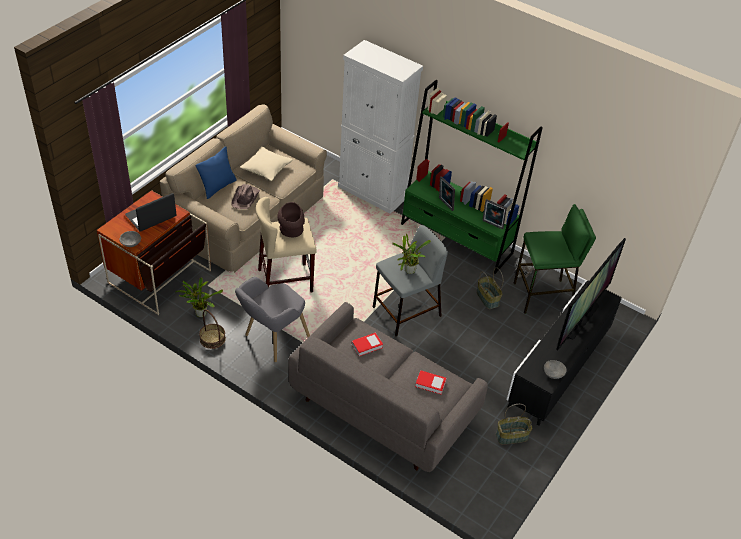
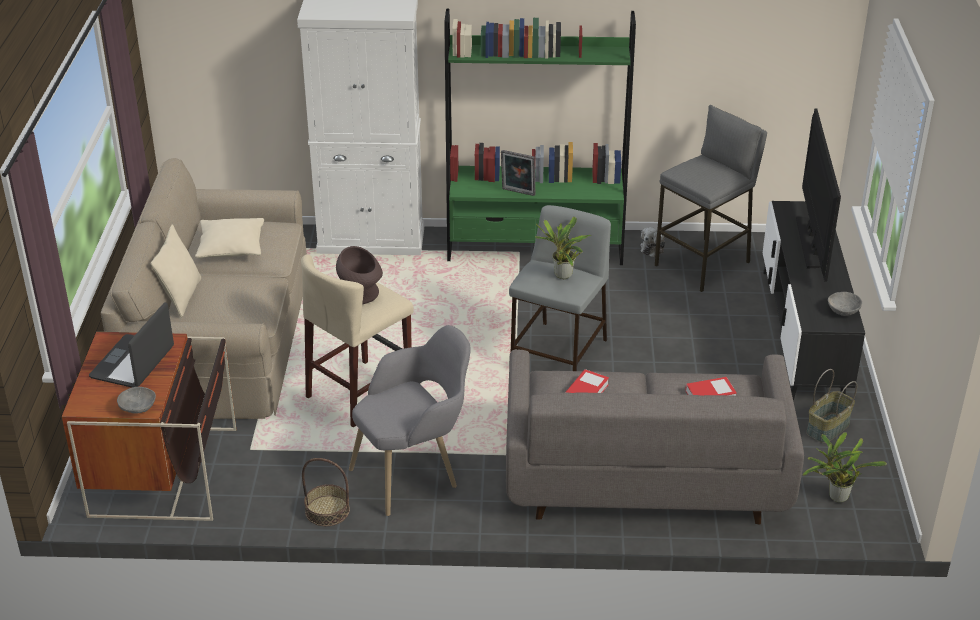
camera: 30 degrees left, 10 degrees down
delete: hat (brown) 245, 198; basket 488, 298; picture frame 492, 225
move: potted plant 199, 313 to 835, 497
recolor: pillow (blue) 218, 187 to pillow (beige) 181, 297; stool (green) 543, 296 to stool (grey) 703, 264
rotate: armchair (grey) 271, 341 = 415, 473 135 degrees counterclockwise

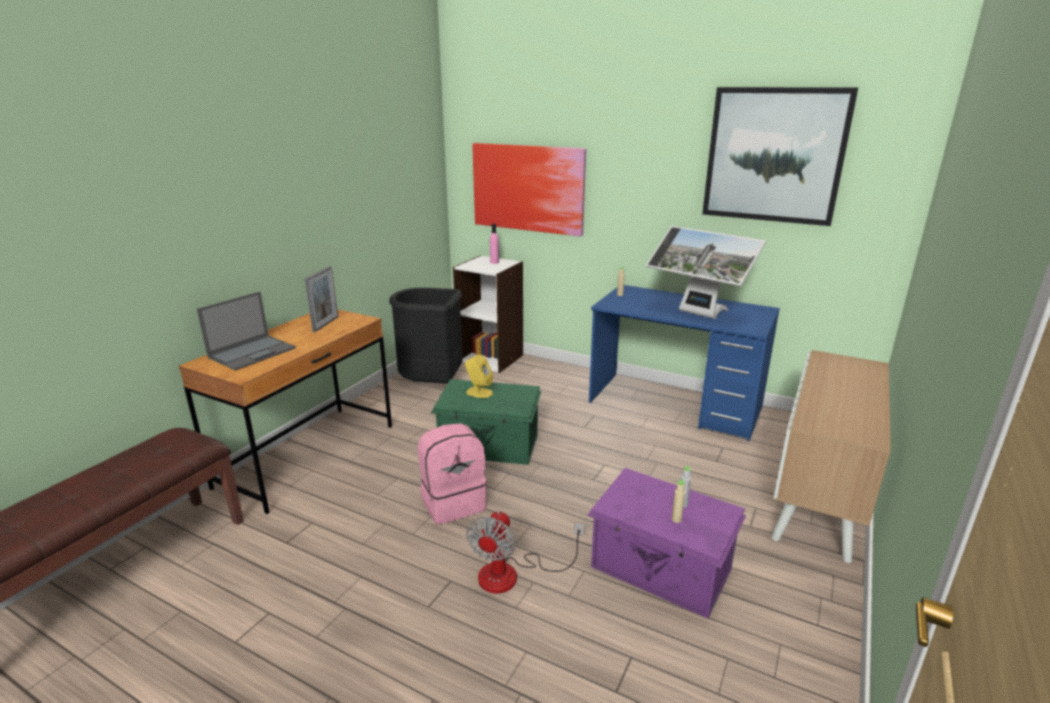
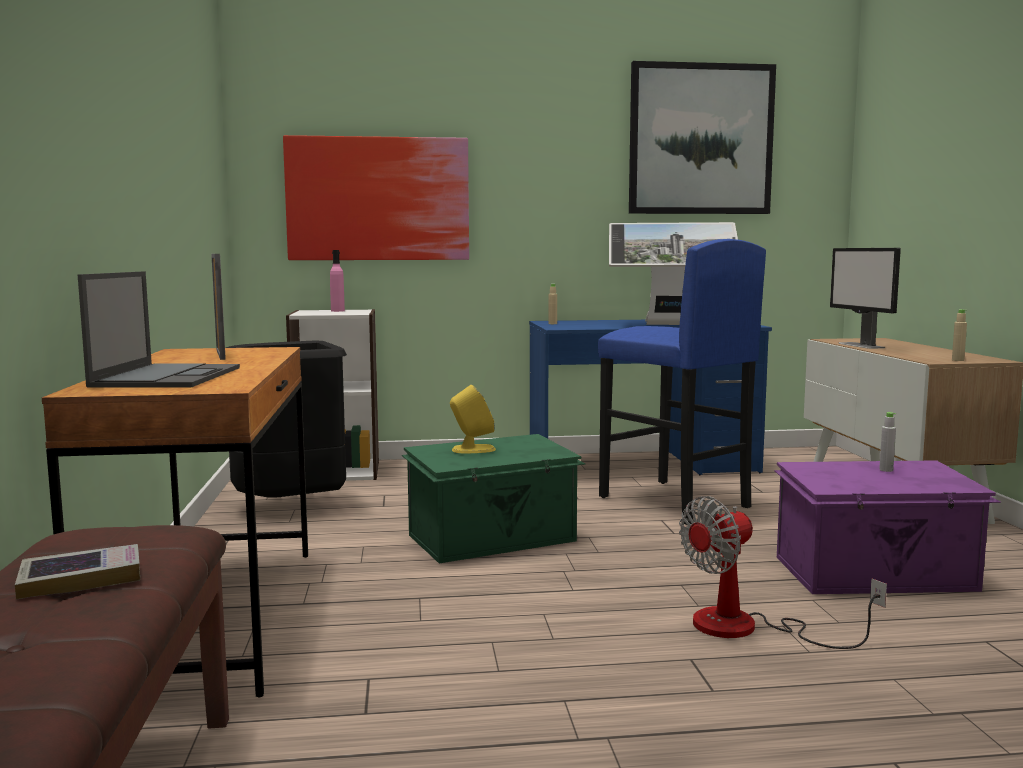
camera: 35 degrees left, 15 degrees down
delete: backpack (pink) 453, 502
insert: book 81, 579; stool (blue) 673, 502; monitor 861, 345
move: bottle (beige) 676, 519 to 957, 360
rotate: fan 512, 574 = 748, 628 75 degrees clockwise

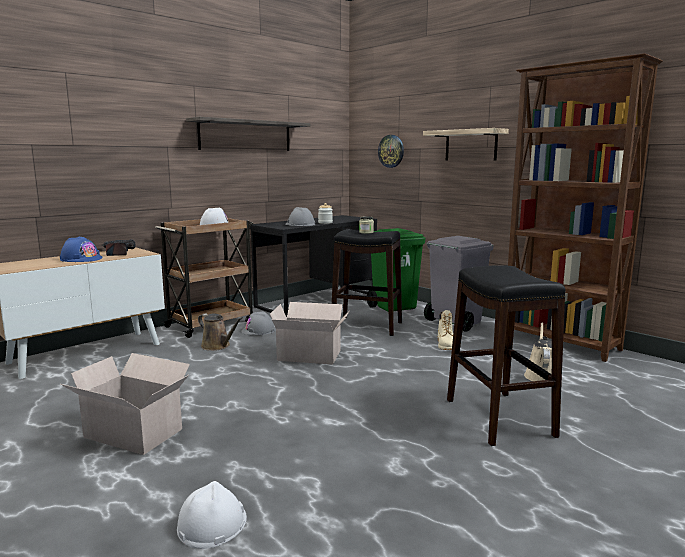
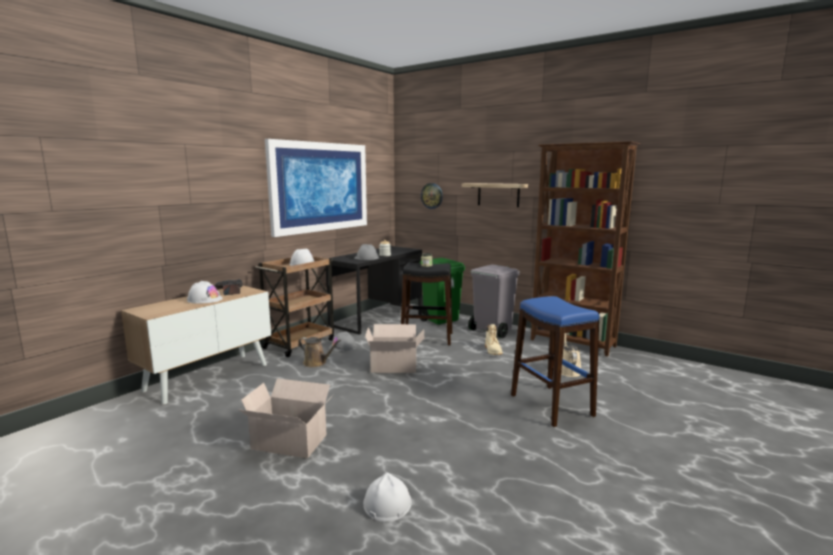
camera: 10 degrees left, 0 degrees up
replace: shelf 246, 136 to picture 320, 187
recolor: hard hat (blue) 81, 259 to hard hat (white) 205, 299; stool (black) 499, 417 to stool (blue) 551, 405

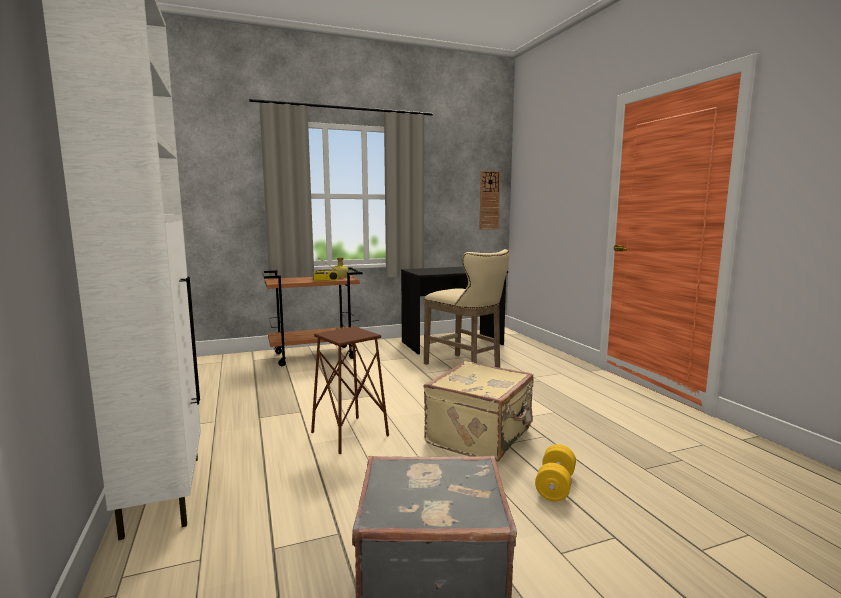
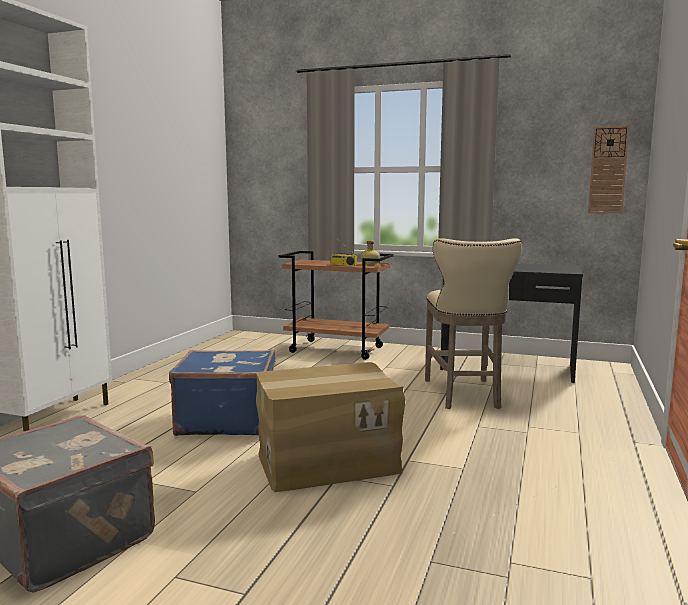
camera: 40 degrees right, 0 degrees up
delete: dumbbell (yellow) 555, 486
replace: stool (brown) 349, 434 to suitcase (blue) 227, 421; suitcase (beige) 481, 437 to cardboard box 327, 462

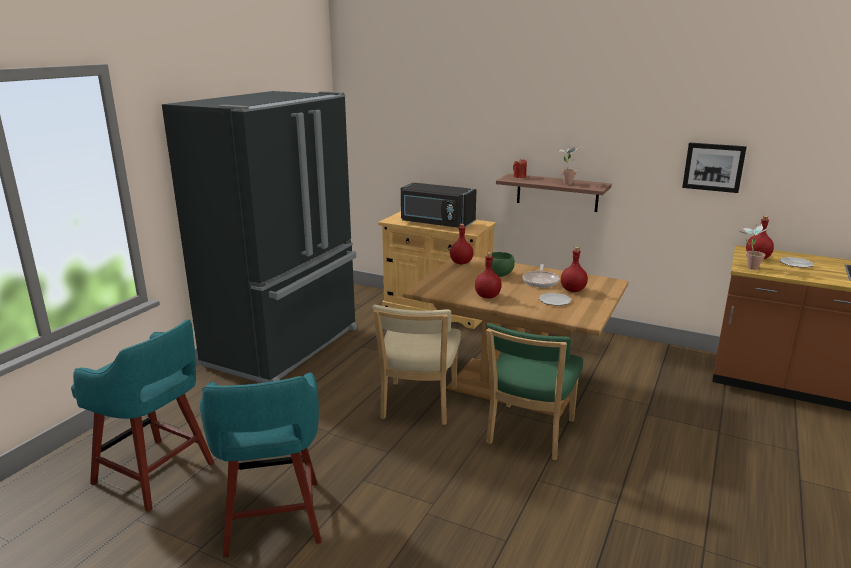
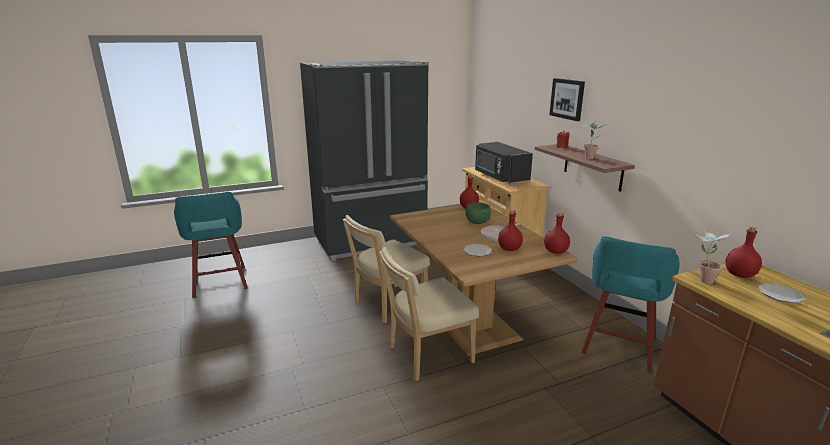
camera: 40 degrees right, 0 degrees up
move: bottle (red) 488, 296 to 556, 252; picture 713, 167 to 567, 99; stool (turquoise) 273, 520 to 618, 346
recolor: chair (green) 528, 434 to chair (beige) 426, 355

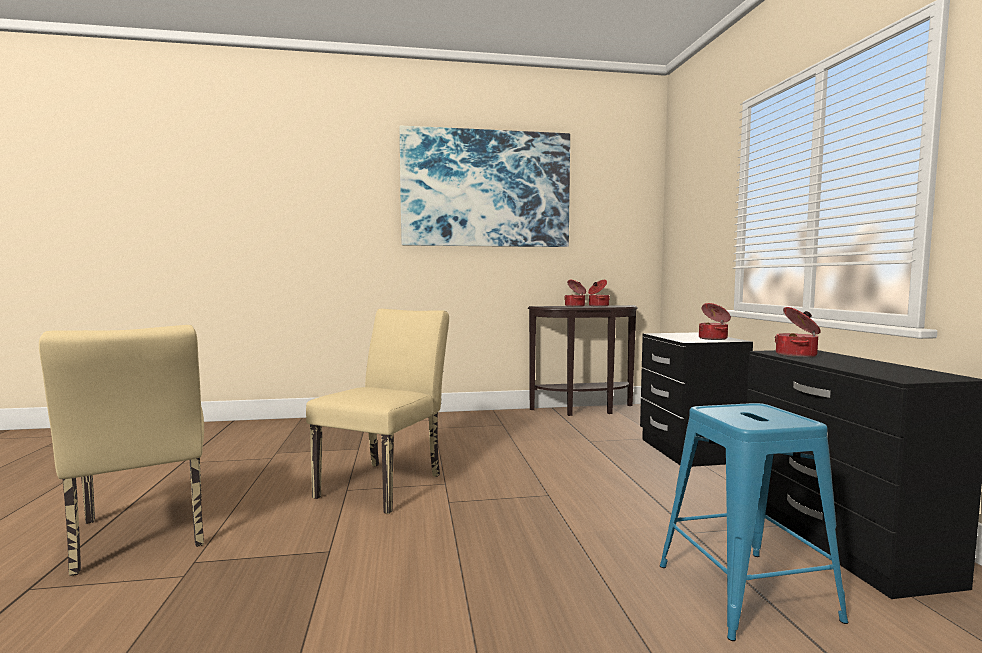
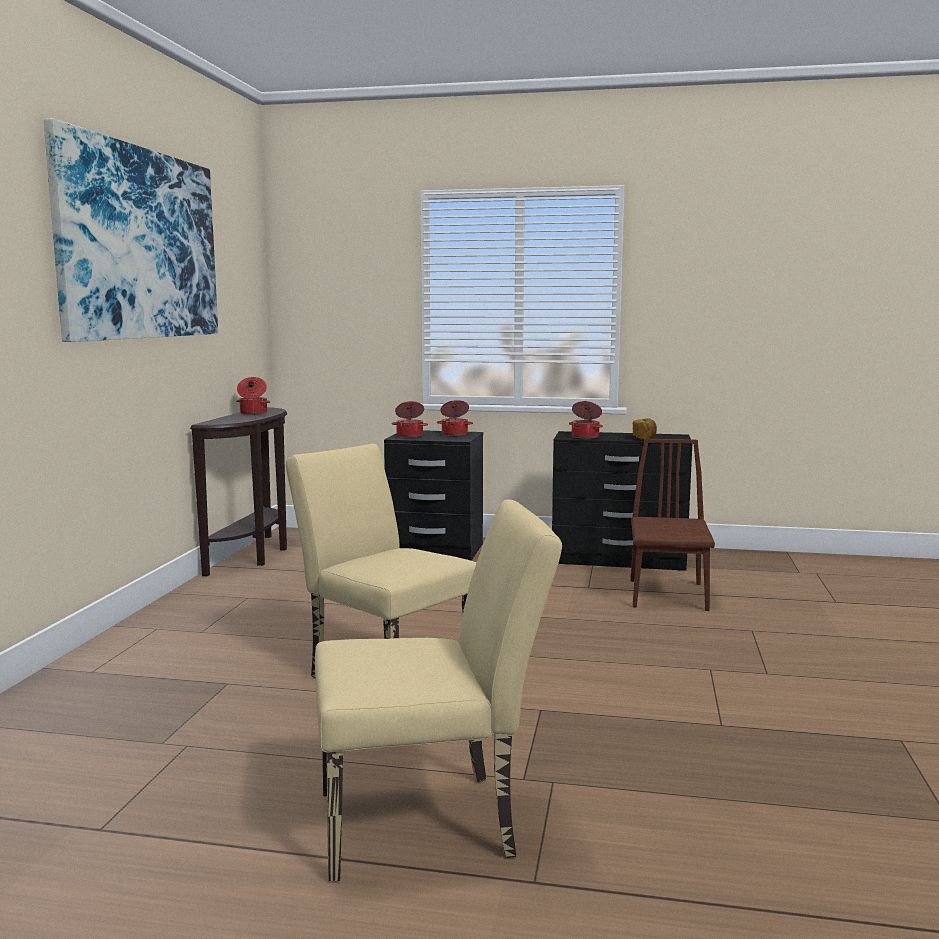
camera: 70 degrees left, 5 degrees up
insert: bread 644, 438
move: cooking pot 575, 306 to 410, 435
replace: stool (blue) 744, 592 to chair (brown) 667, 595

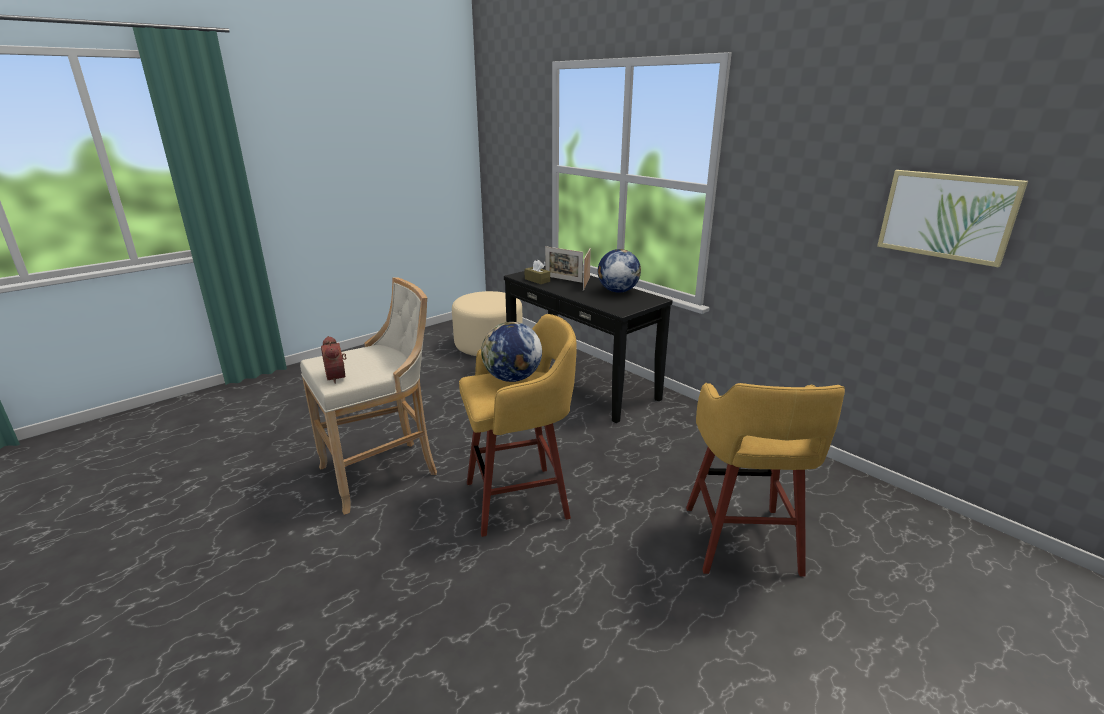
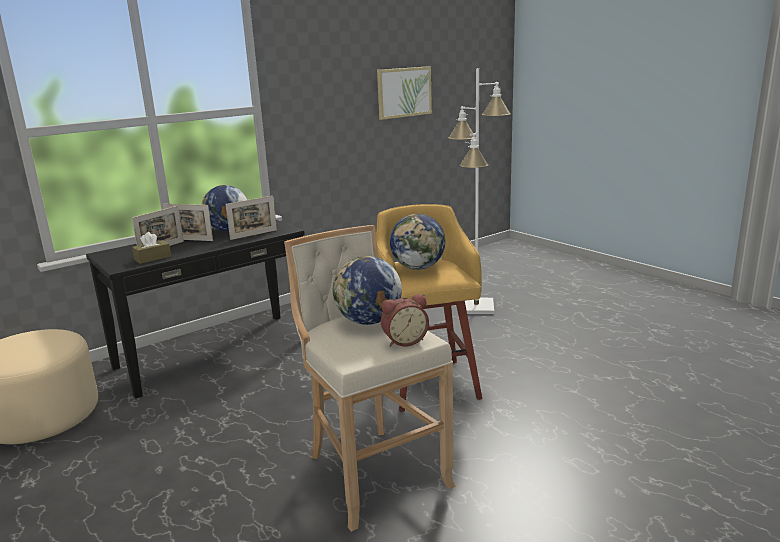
camera: 85 degrees left, 5 degrees down
insert: picture frame 254, 234; globe 368, 321
replace: stool (yellow) 741, 543 to floor lamp (white) 476, 307

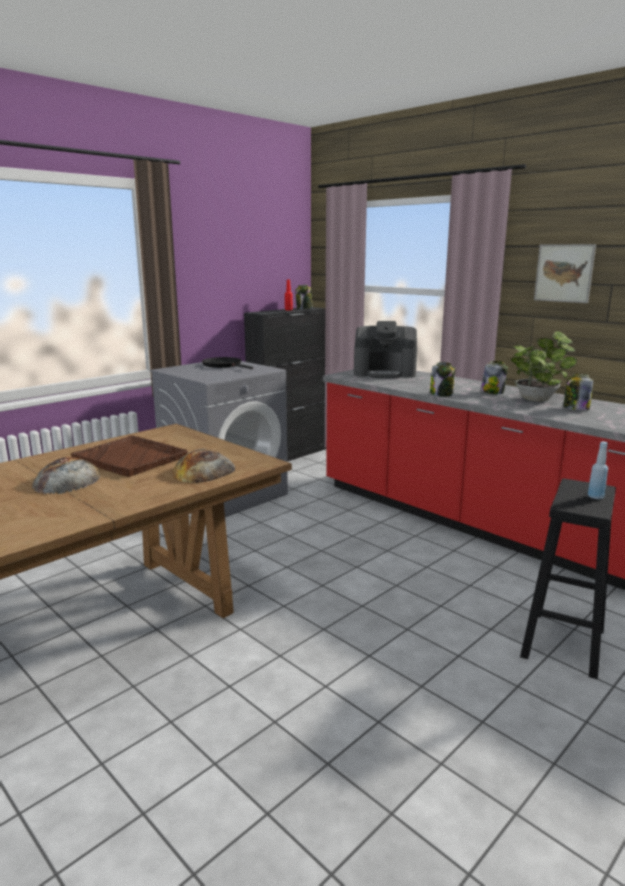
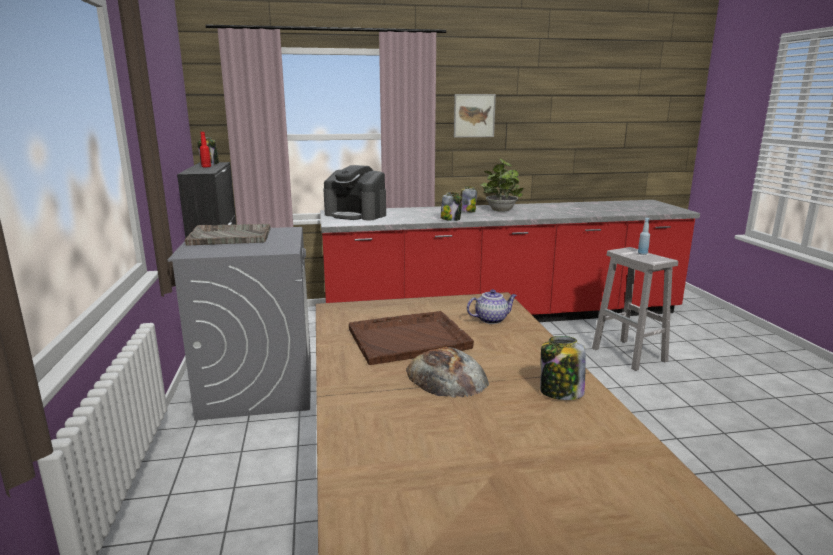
camera: 55 degrees left, 0 degrees up
move: jar 575, 408 to 560, 392
replace: frying pan (black) 224, 365 to tray (grey) 229, 236; bread 204, 470 to teapot 491, 319
recolor: stool (black) 563, 644 to stool (white) 630, 355
rotate: coffee machine 385, 373 = 356, 215 75 degrees clockwise

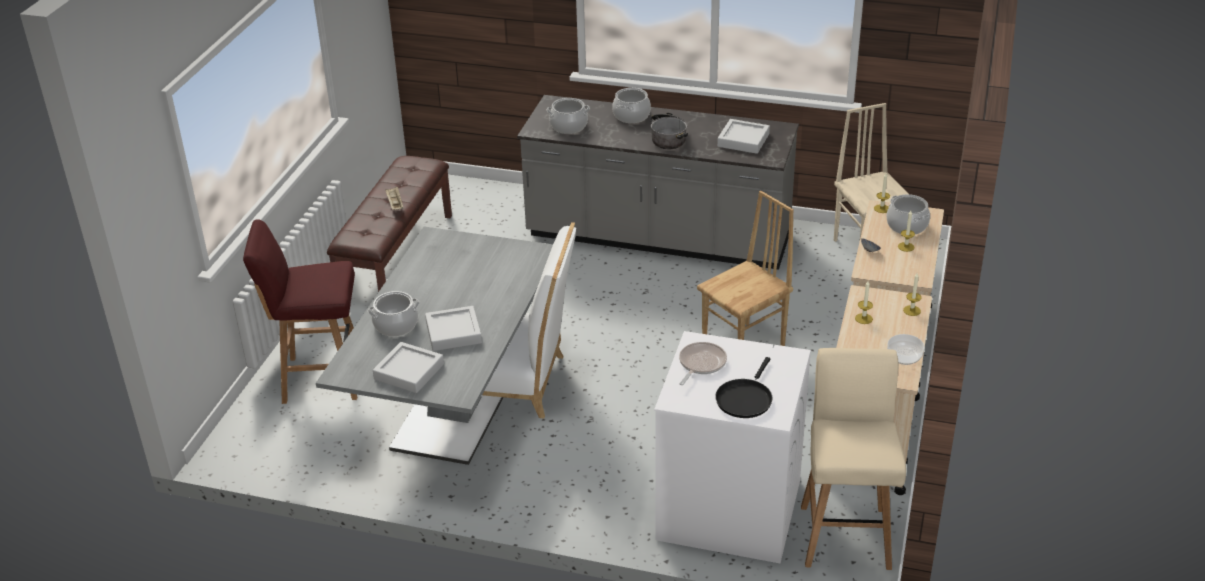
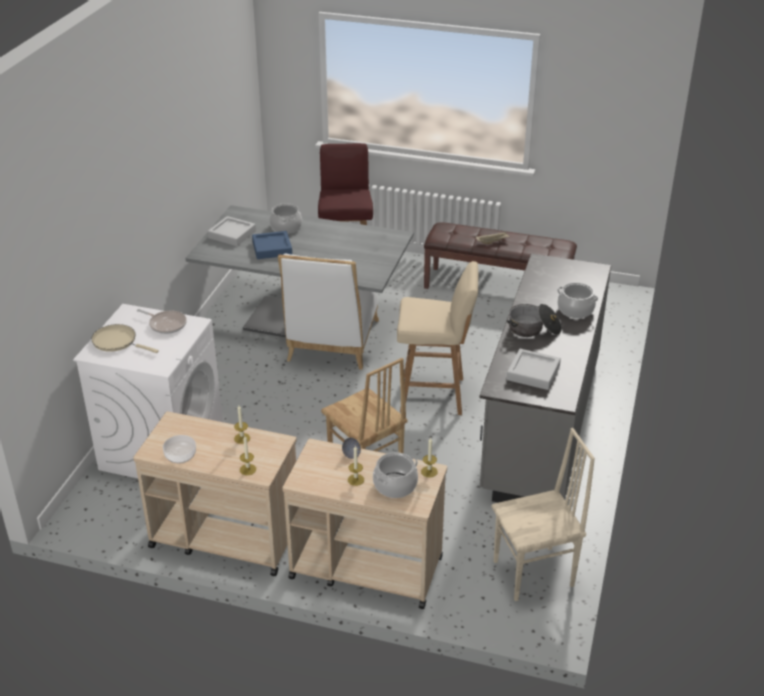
camera: 90 degrees right, 0 degrees up
delete: cooking pot 568, 126
move: stool (beige) 845, 534 to 434, 395
recolor: frying pan (black) 745, 399 to frying pan (beige) 117, 341; tray (grey) 453, 333 to tray (blue) 272, 248

